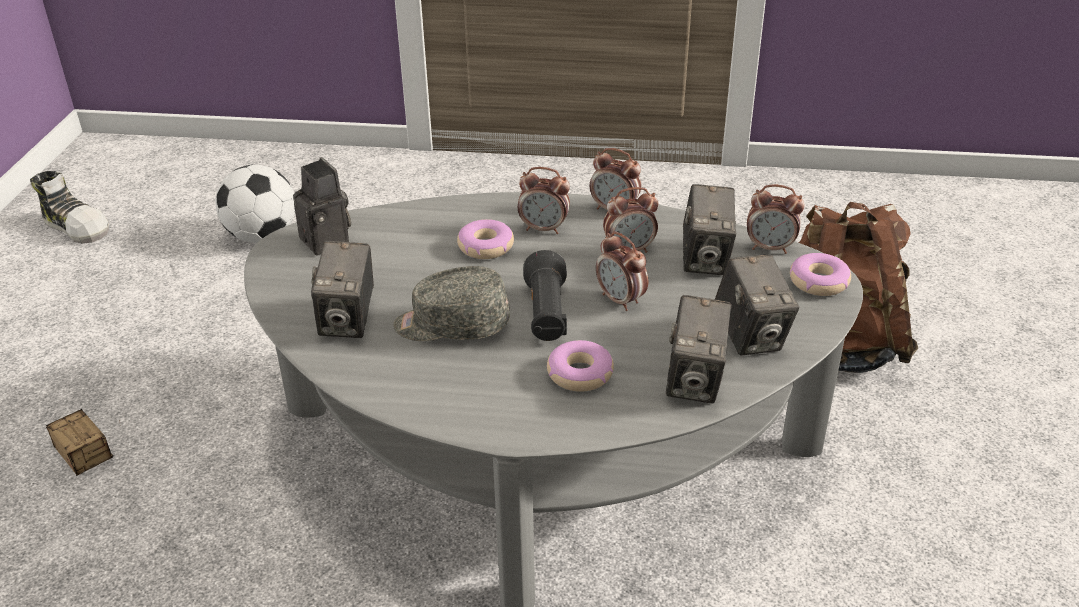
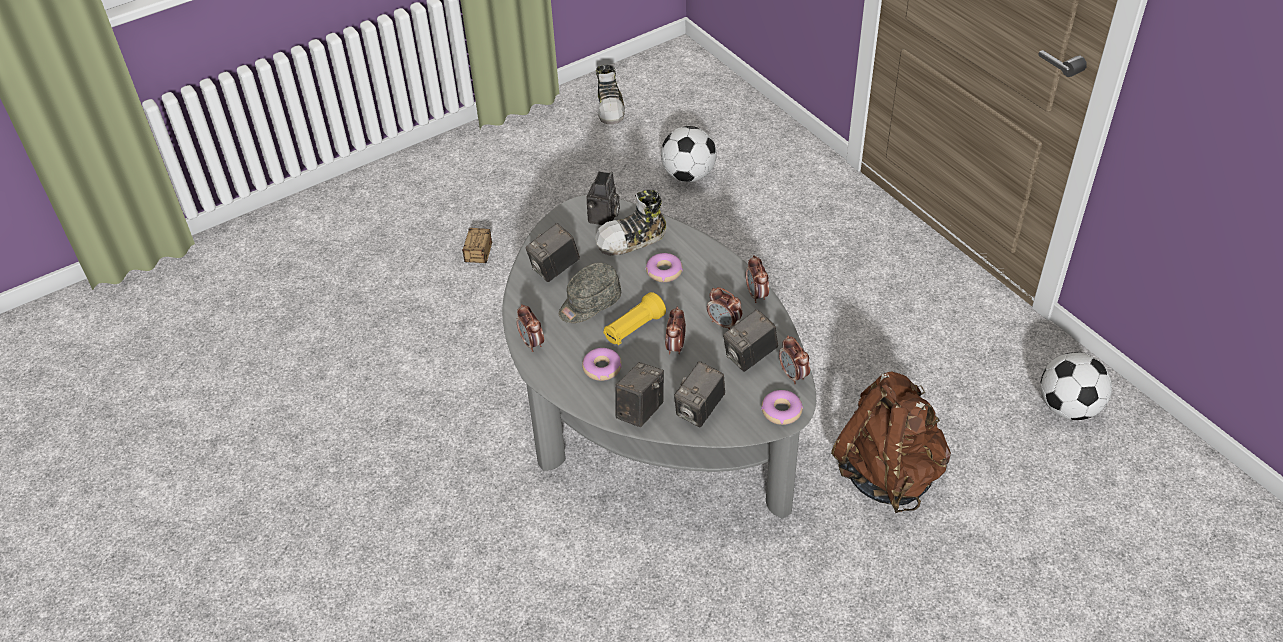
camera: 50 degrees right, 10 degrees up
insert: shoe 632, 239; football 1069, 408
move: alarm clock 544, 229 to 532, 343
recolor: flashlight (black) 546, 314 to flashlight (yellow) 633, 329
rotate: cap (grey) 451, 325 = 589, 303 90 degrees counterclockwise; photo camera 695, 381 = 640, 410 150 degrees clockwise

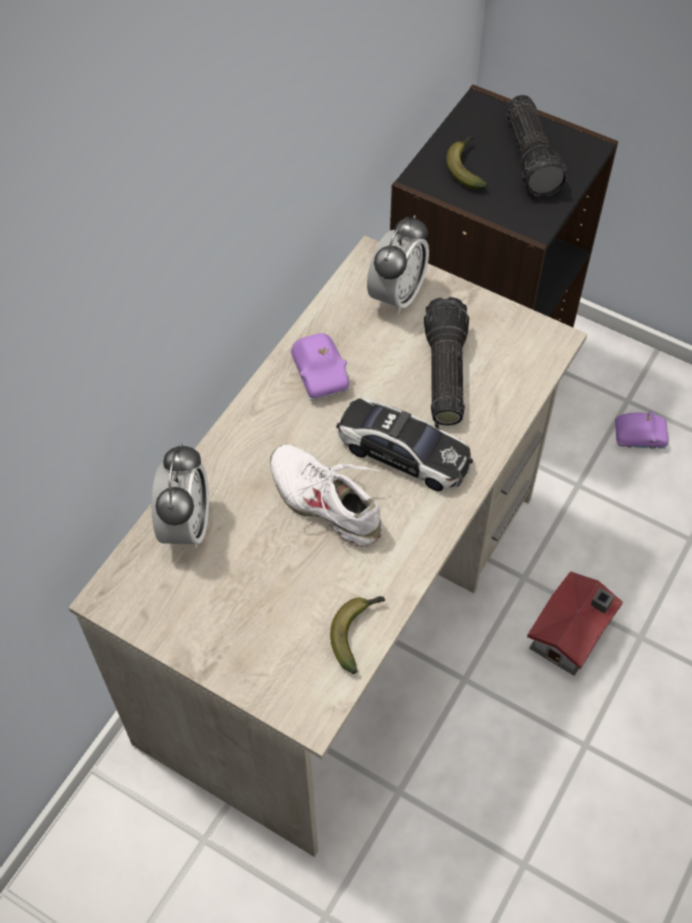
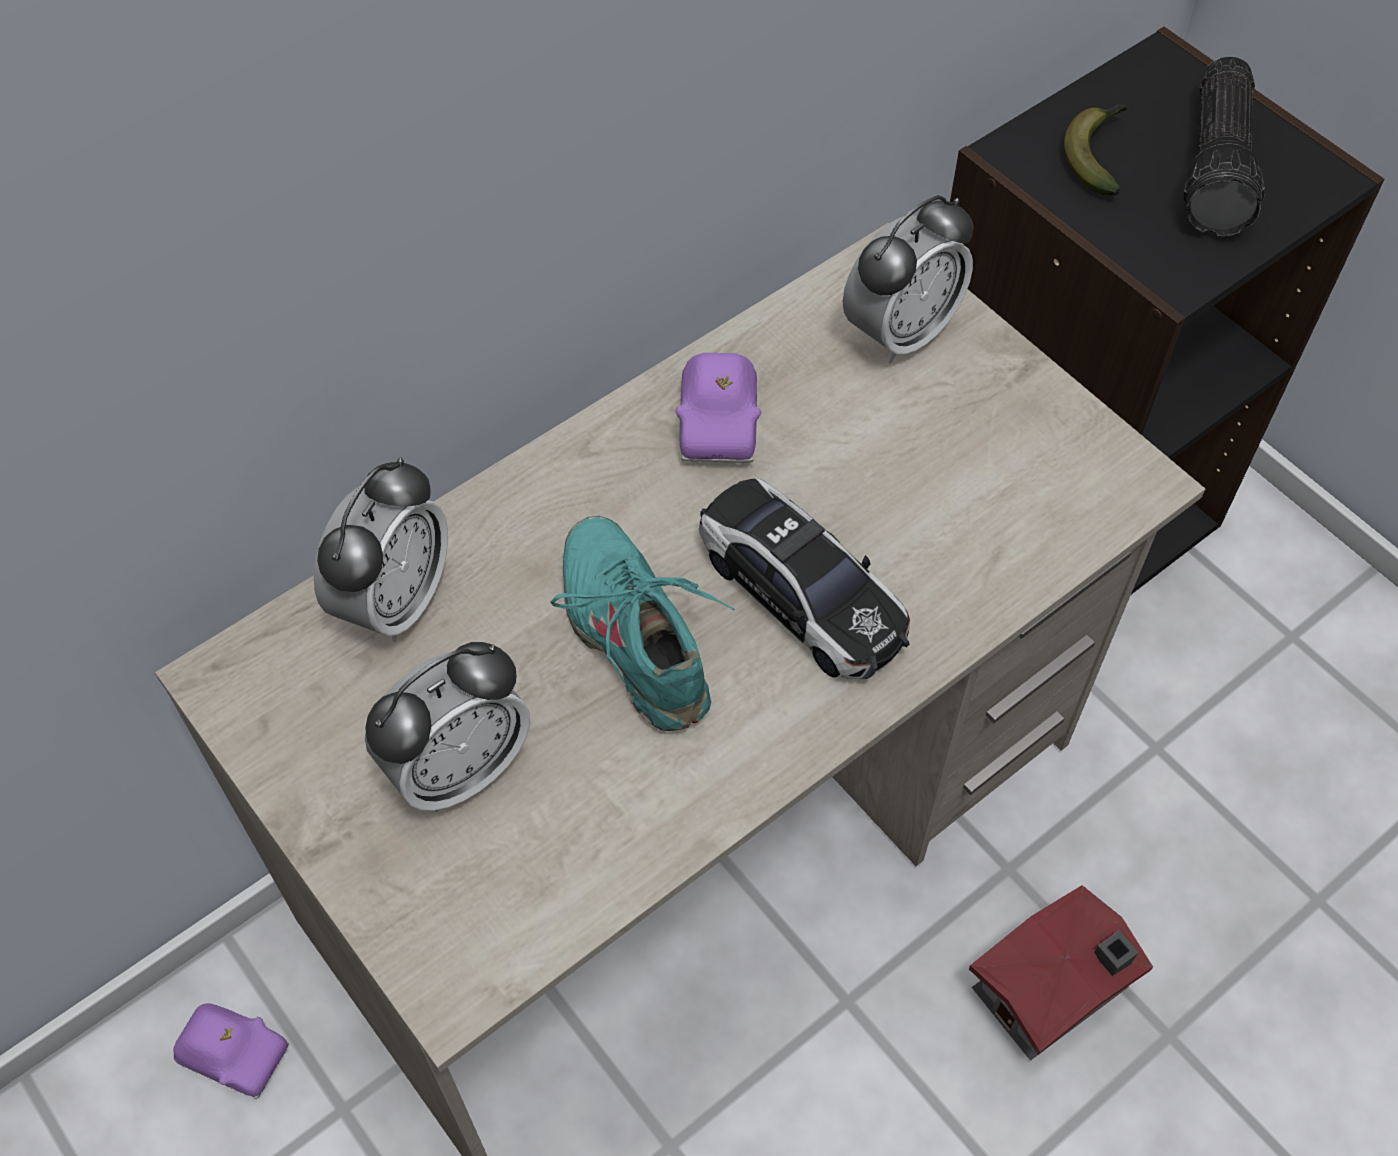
camera: 20 degrees right, 0 degrees up
delete: banana 357, 632; flashlight 443, 372
insert: alarm clock 458, 768
move: toy car (purple) 639, 436 to 235, 1053
recolor: shoe (white) 326, 501 to shoe (turquoise) 637, 634

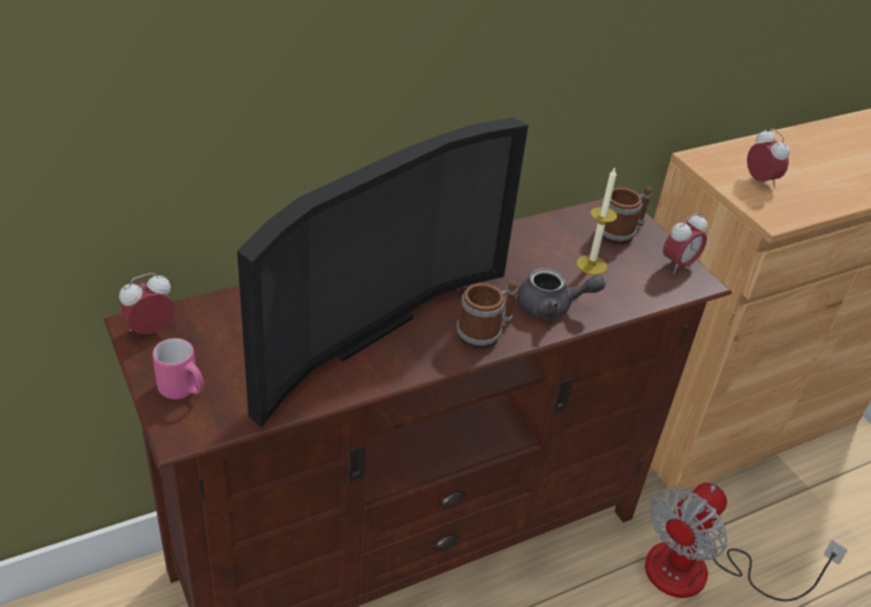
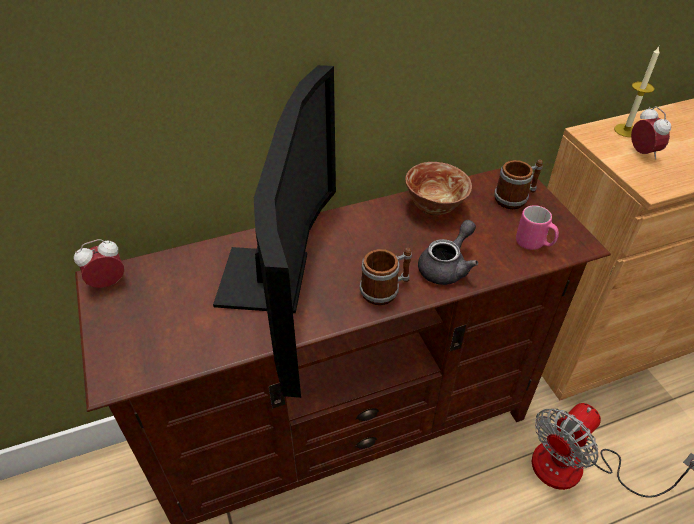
camera: 10 degrees right, 5 degrees up
delete: alarm clock 678, 265
insert: bowl 434, 206
move: mug (pink) 183, 391 to 534, 244; candle 591, 265 to 626, 130
rotate: television 358, 326 = 277, 282 45 degrees counterclockwise; teapot (grey) 552, 307 = 447, 266 60 degrees counterclockwise

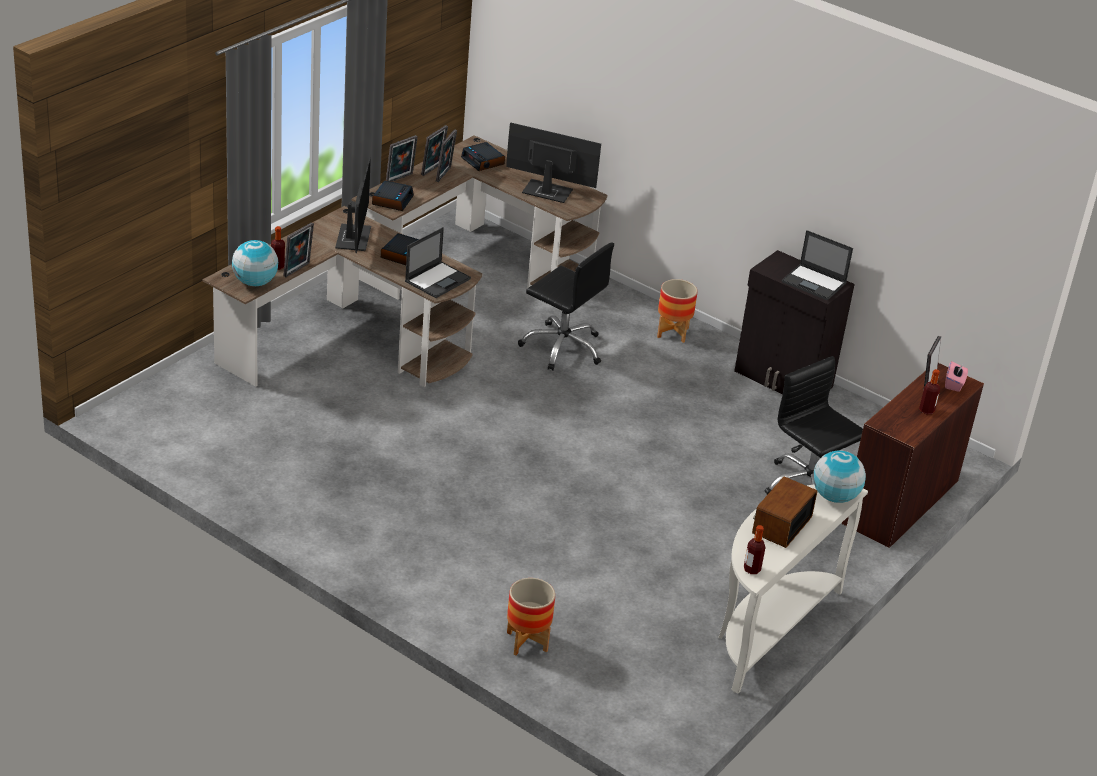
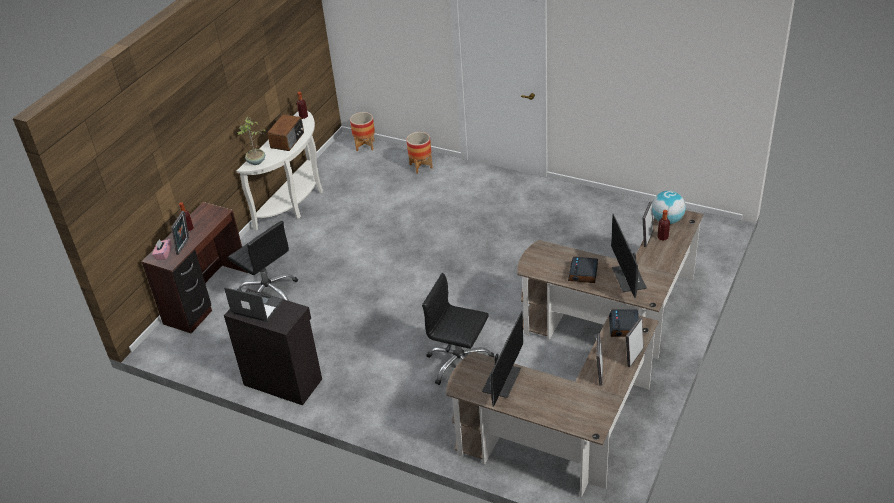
camera: 175 degrees right, 5 degrees up
delete: laptop 438, 280; picture frame 433, 170; alarm clock 483, 161
move: planter 672, 333 to 365, 146
replace: globe 835, 497 to potted plant 256, 162
rotate: monitor 546, 192 = 501, 380 75 degrees counterclockwise

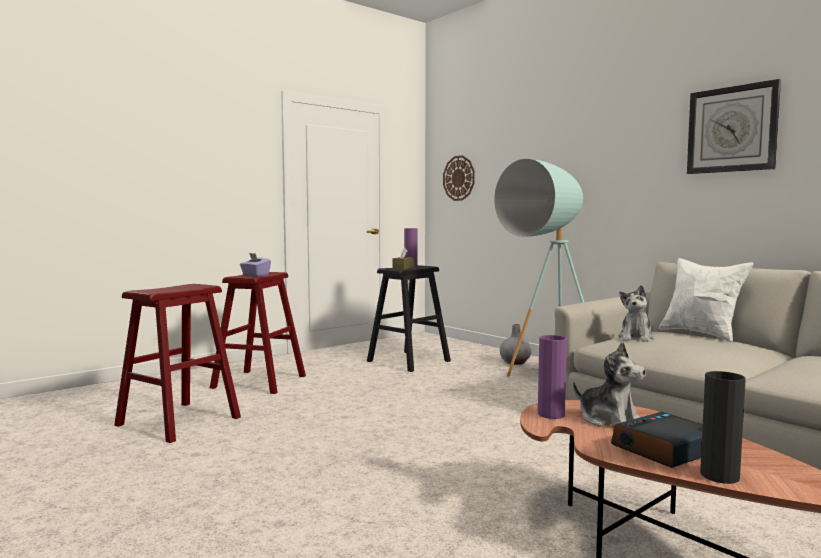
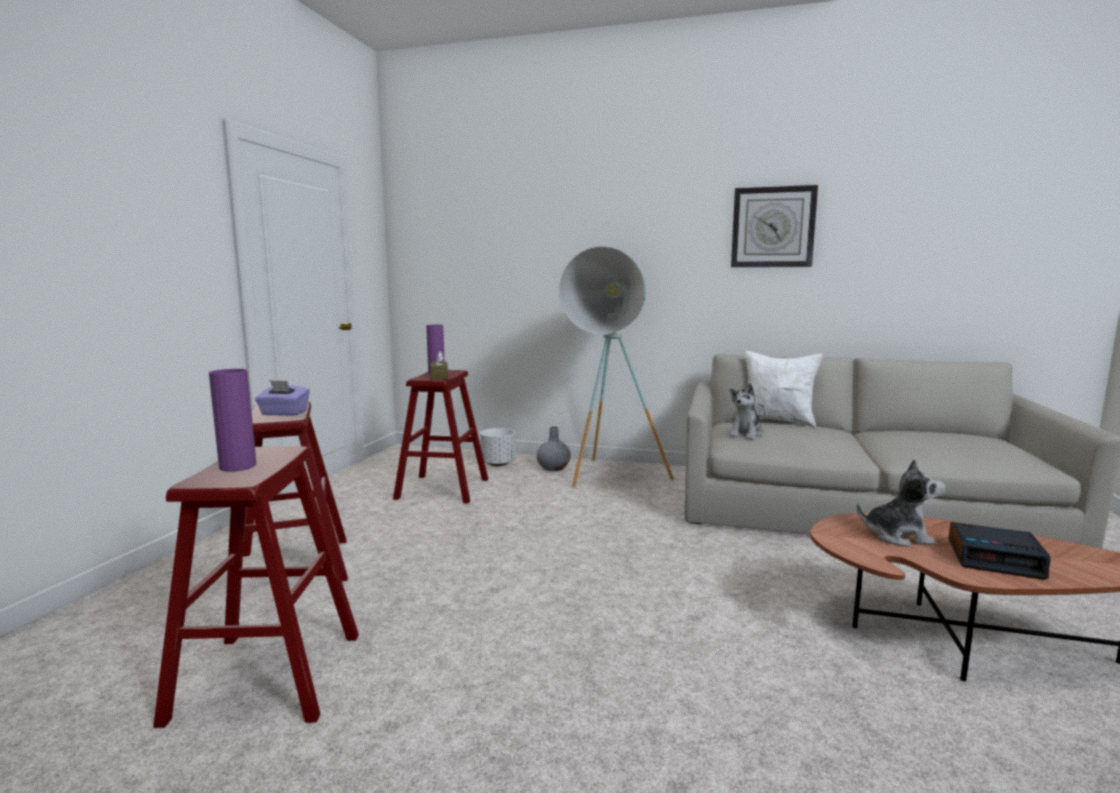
camera: 35 degrees left, 5 degrees up
delete: wall clock 459, 178; vase (black) 719, 476
insert: planter (white) 498, 464
move: vase (purple) 551, 414 to 238, 466
recolor: stool (black) 408, 361 to stool (red) 443, 488
rotate: plush toy 636, 338 = 745, 434 45 degrees clockwise; alarm clock 664, 450 = 995, 559 90 degrees counterclockwise

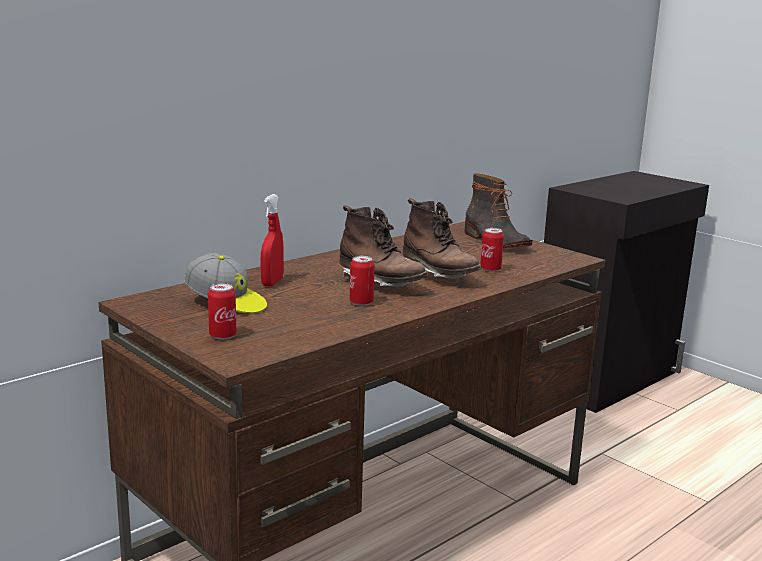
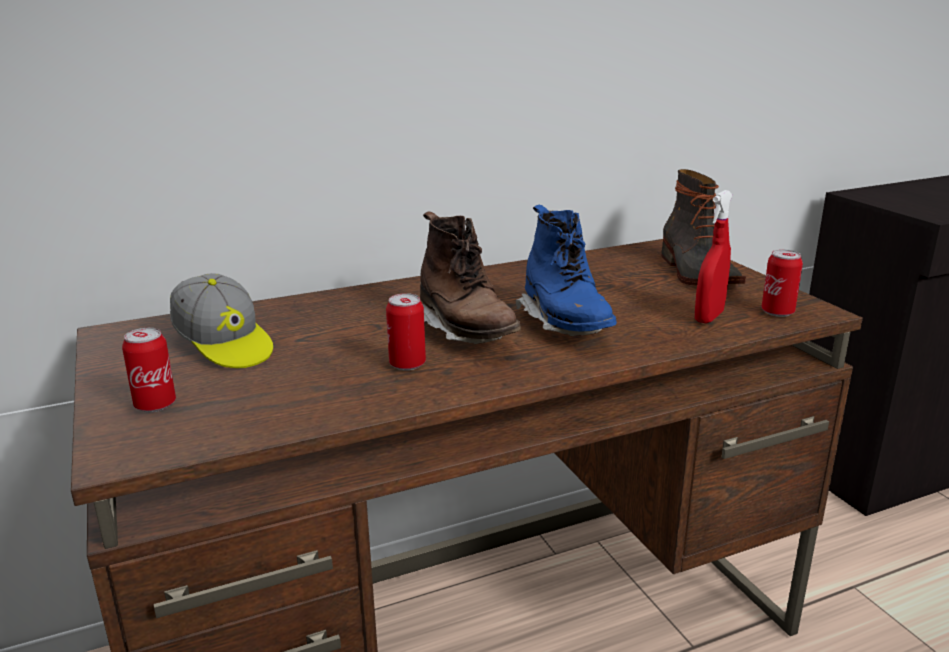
camera: 20 degrees right, 5 degrees up
move: spray bottle (red) 272, 283 to 709, 317; can 490, 269 to 777, 312
recolor: boot (brown) 438, 275 to boot (blue) 565, 324

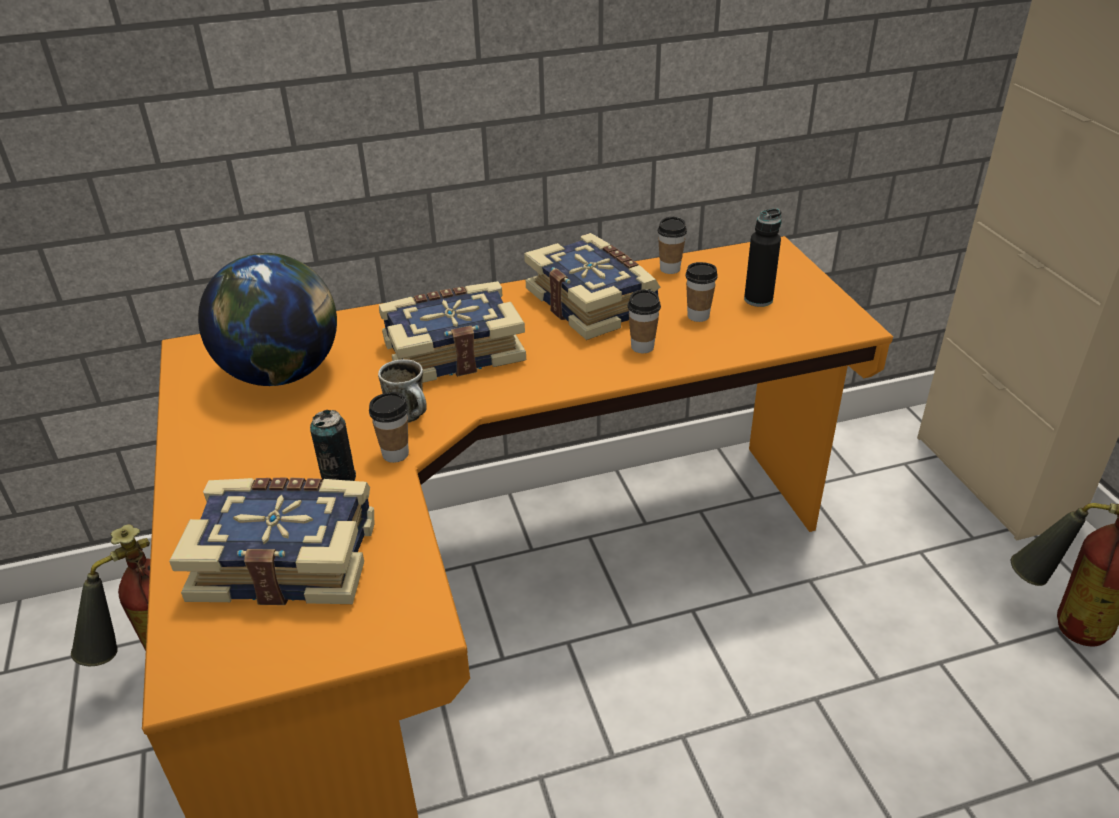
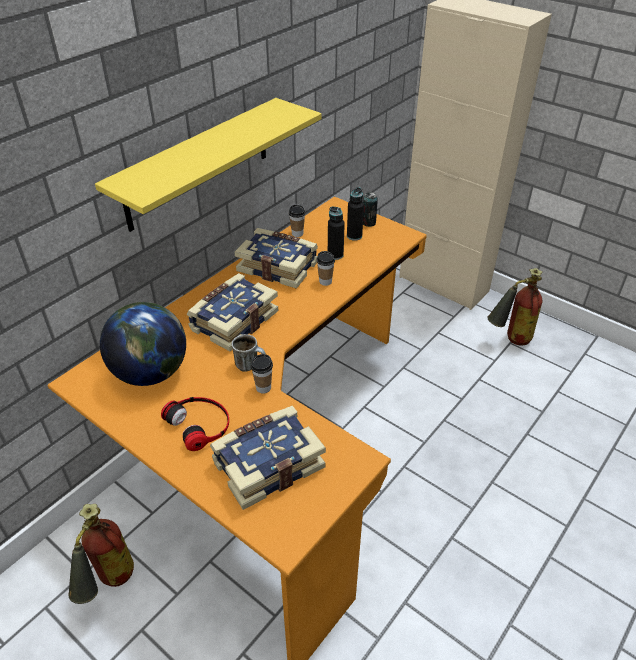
camera: 35 degrees left, 5 degrees up
insert: shelf (yellow) 198, 164; headphones 200, 424
move: can 339, 478 to 368, 223
replace: cup 698, 316 to bottle (black) 335, 255

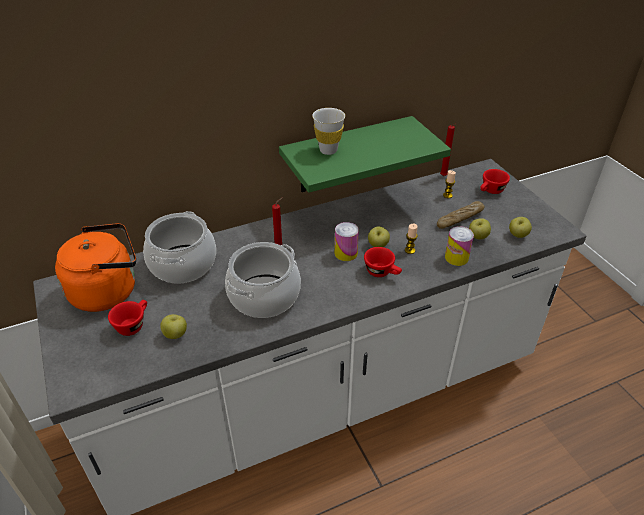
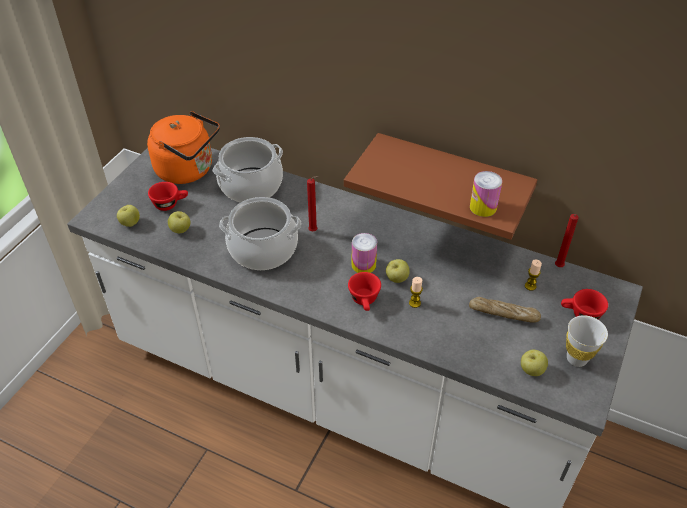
camera: 50 degrees right, 5 degrees up
move: apple 478, 237 to 130, 223; can 456, 258 to 483, 207; cup (white) 328, 150 to 576, 358
recolor: shelf (green) 347, 155 to shelf (brown) 451, 180

